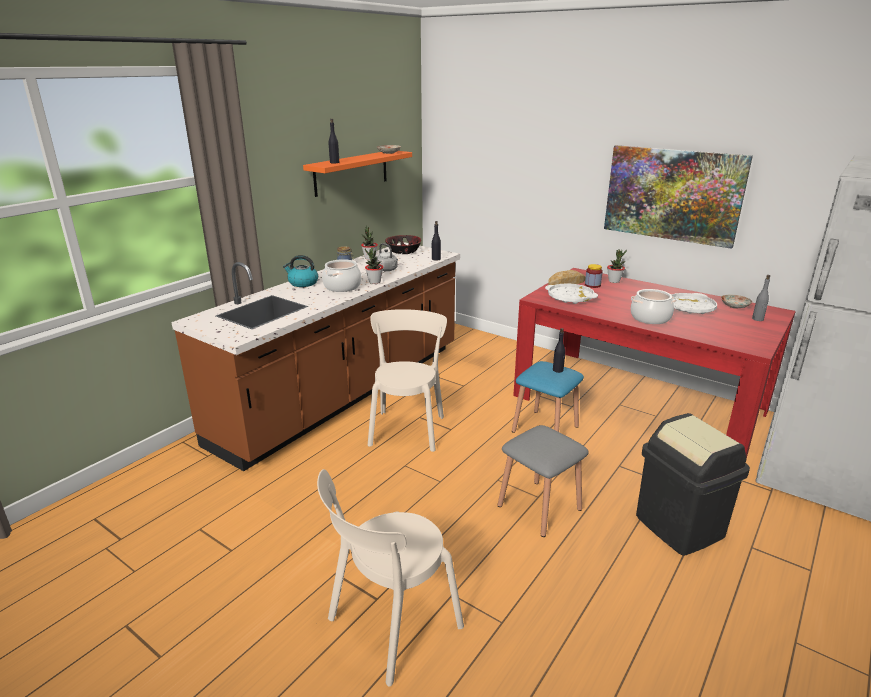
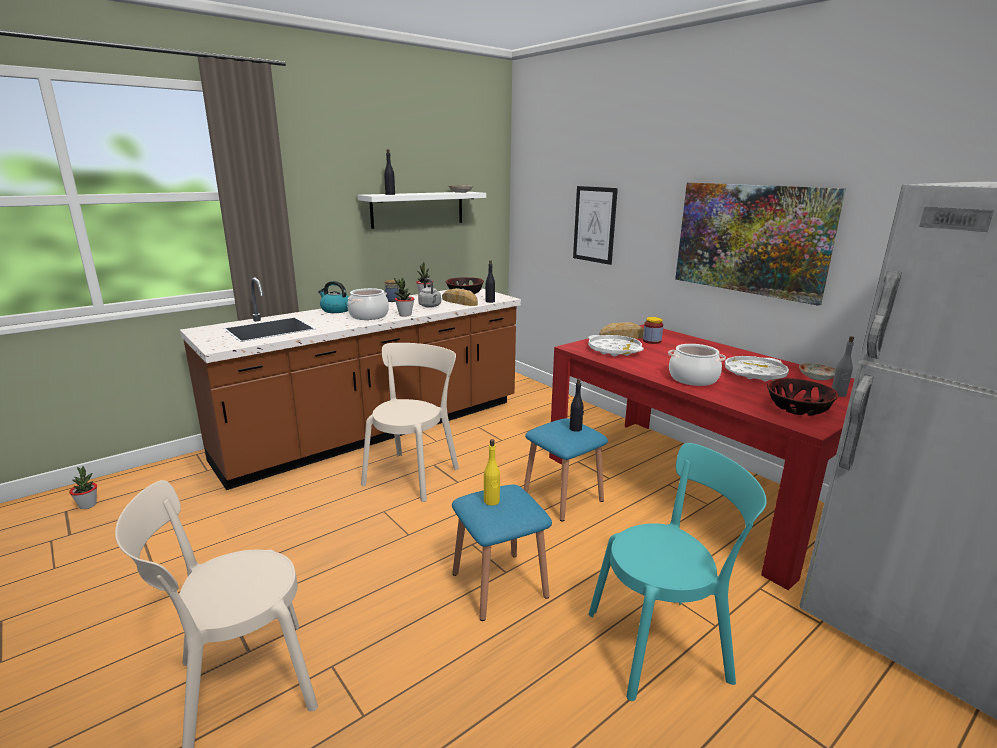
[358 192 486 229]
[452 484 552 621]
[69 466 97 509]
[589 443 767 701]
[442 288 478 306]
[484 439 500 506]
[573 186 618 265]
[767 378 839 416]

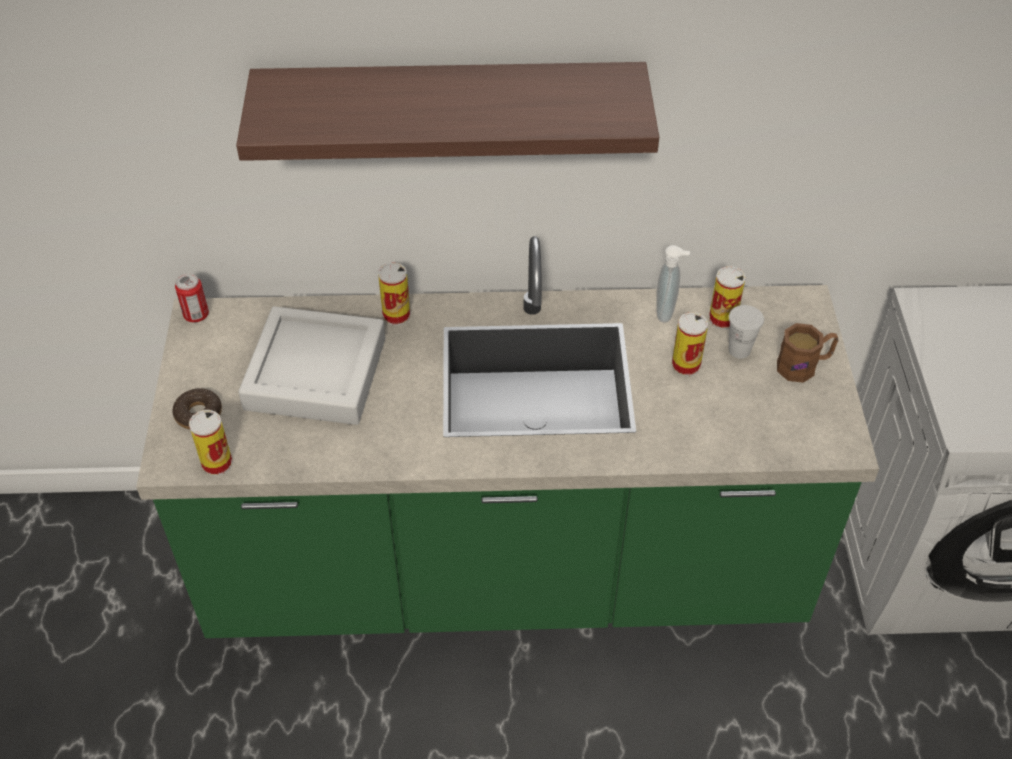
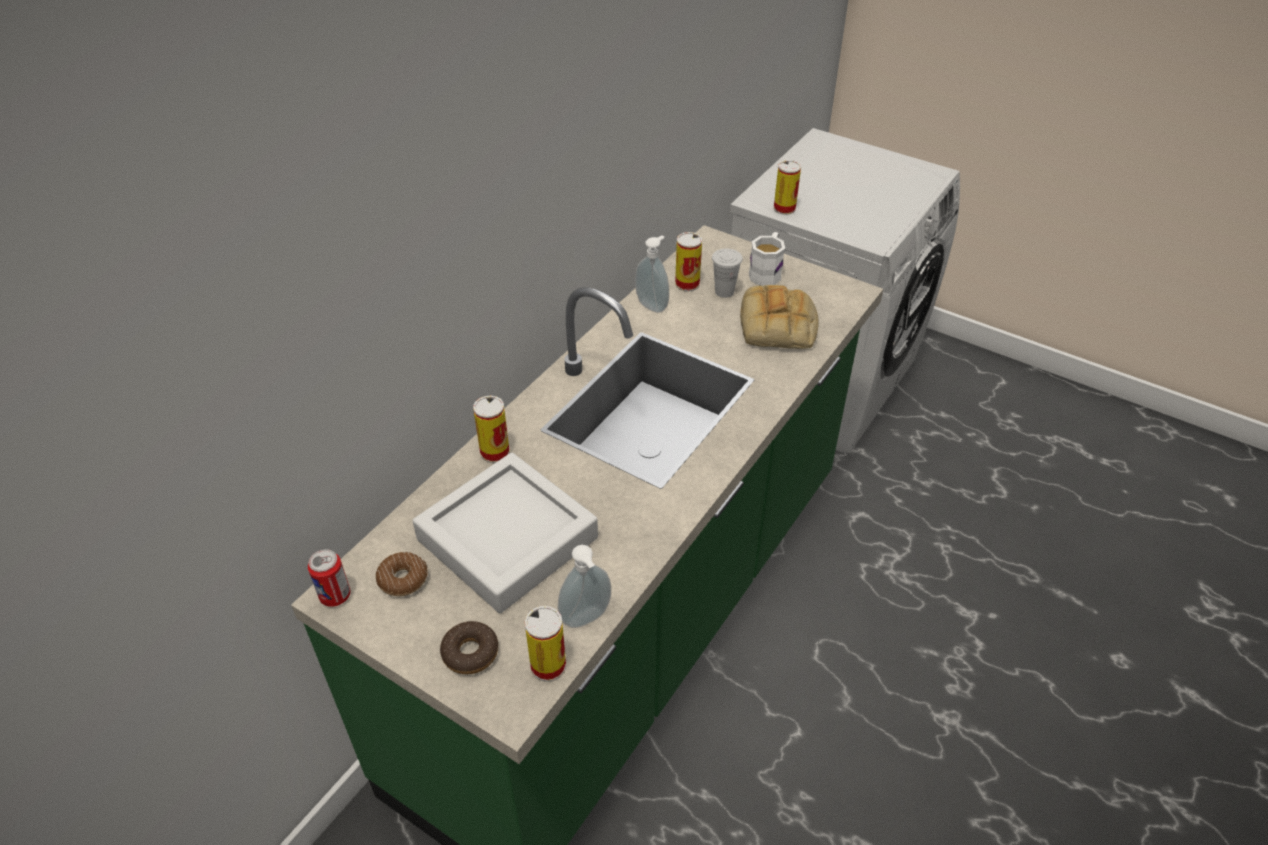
[236 62 659 161] (first image)
[774 160 801 215]
[749 232 785 286]
[376 552 427 596]
[558 545 611 628]
[740 285 819 349]

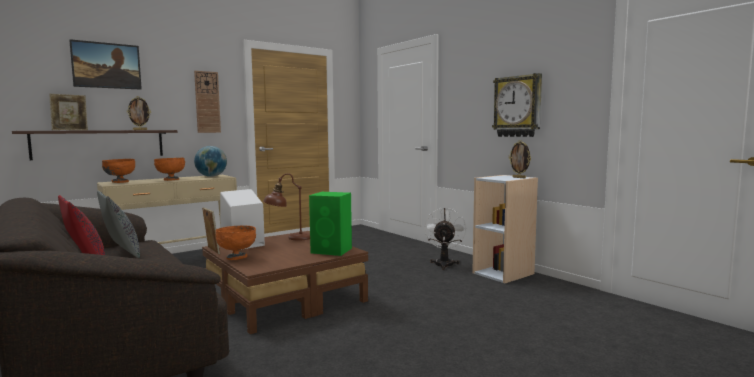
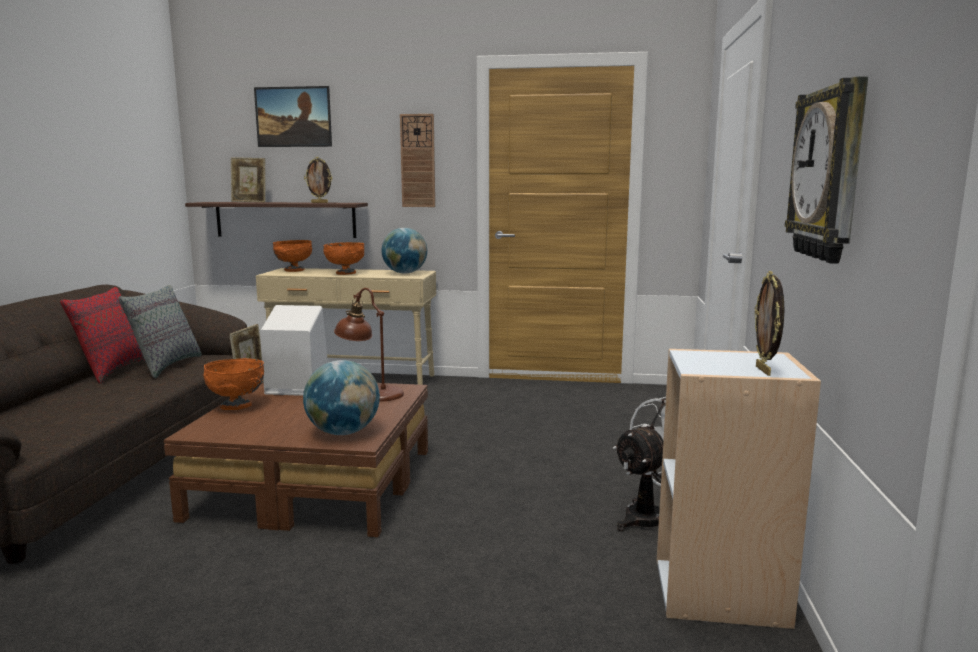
[303 360 380 435]

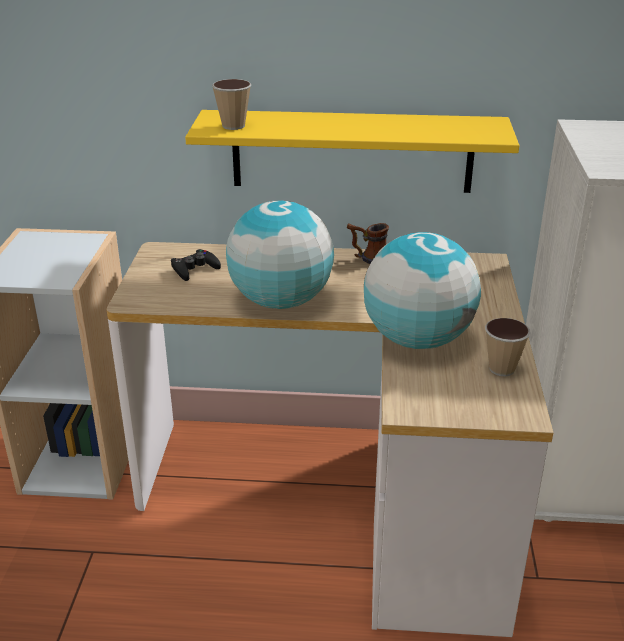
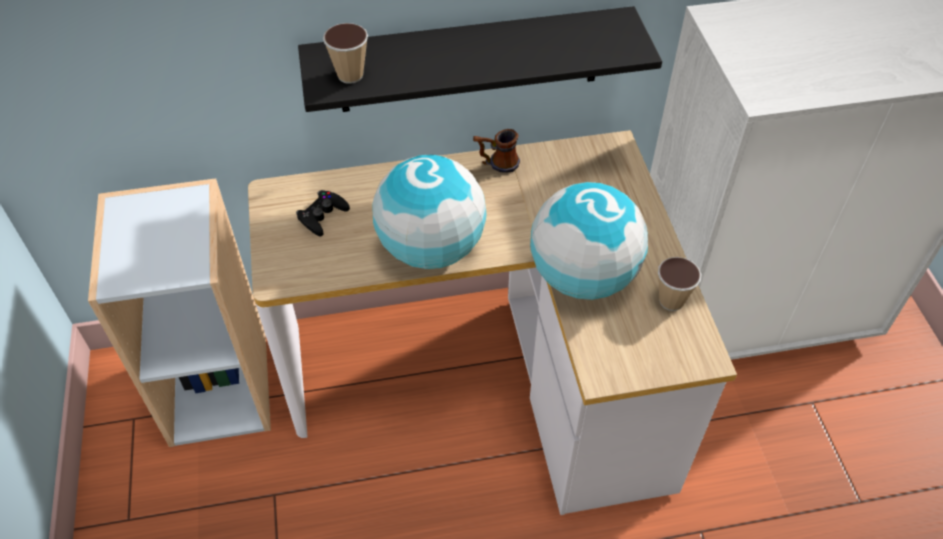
[298 6 662 112]

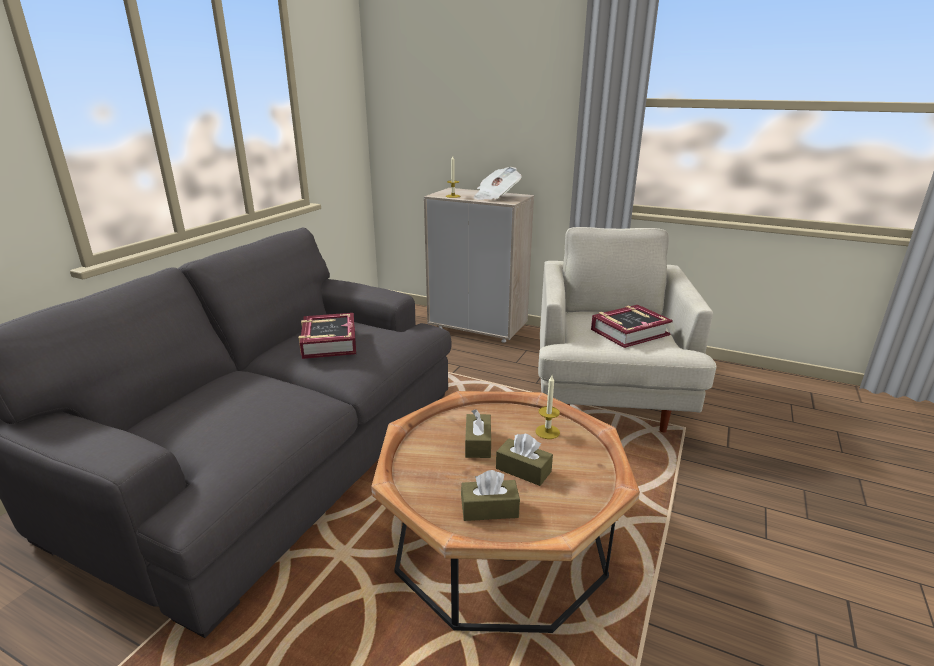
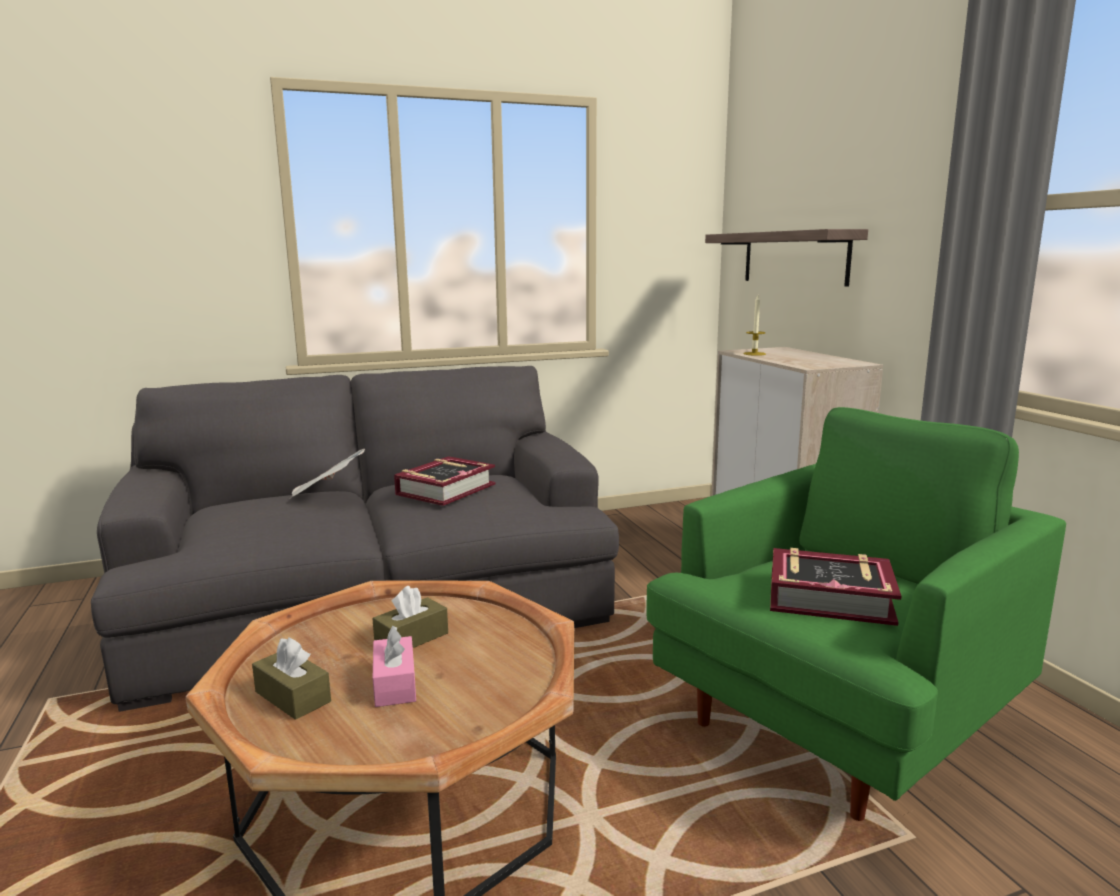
[291 449 365 497]
[373 626 416 707]
[535 376 560 439] (first image)
[646 407 1066 821]
[705 229 868 287]

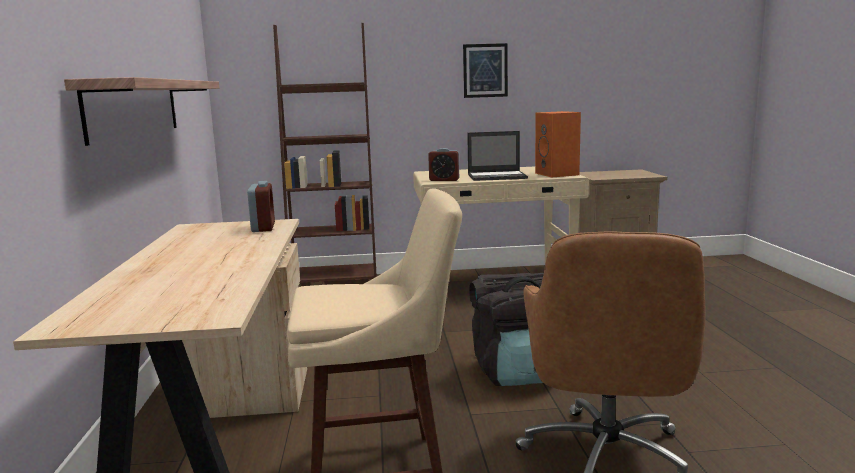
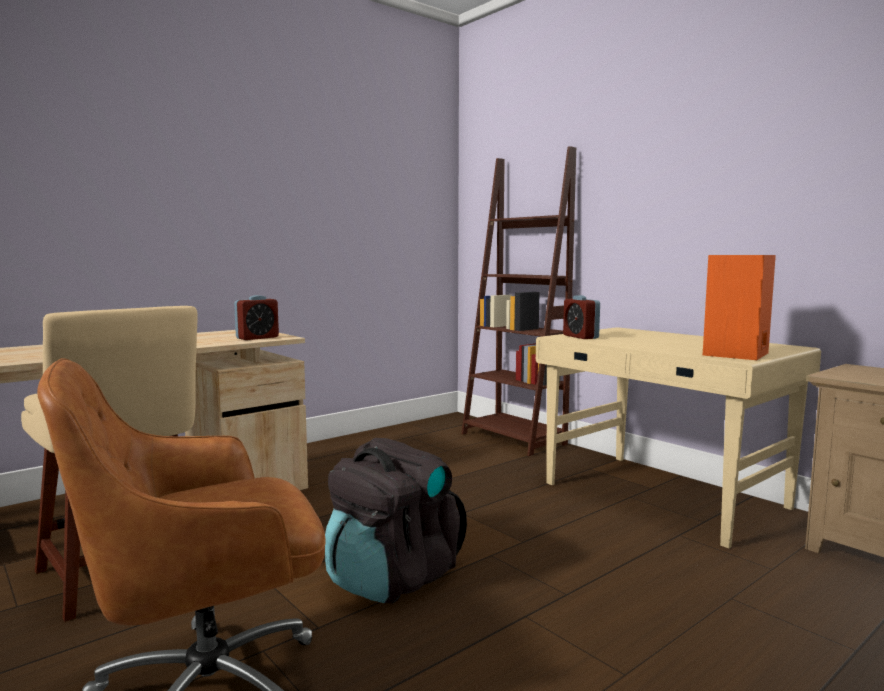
[64 77 219 146] (first image)
[463 43 508 98] (first image)
[467 131 528 181] (first image)

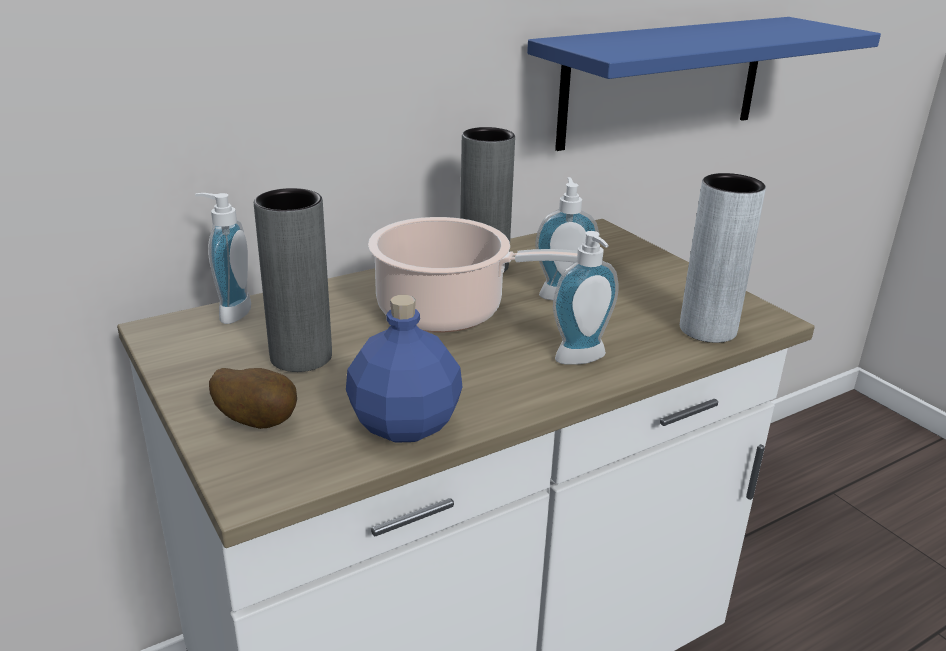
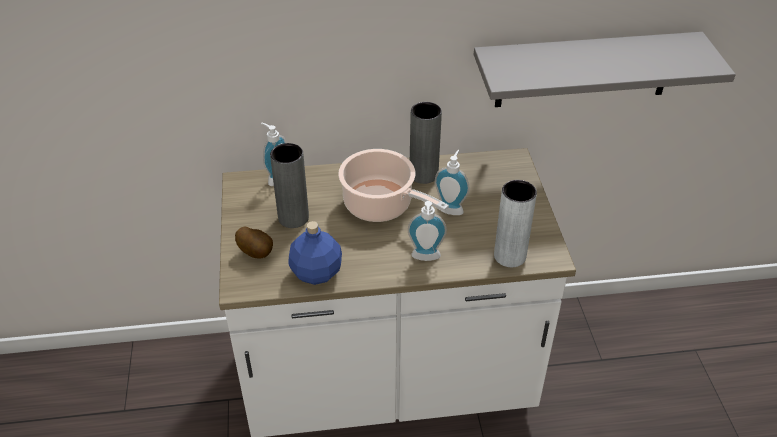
[474 32 736 107]

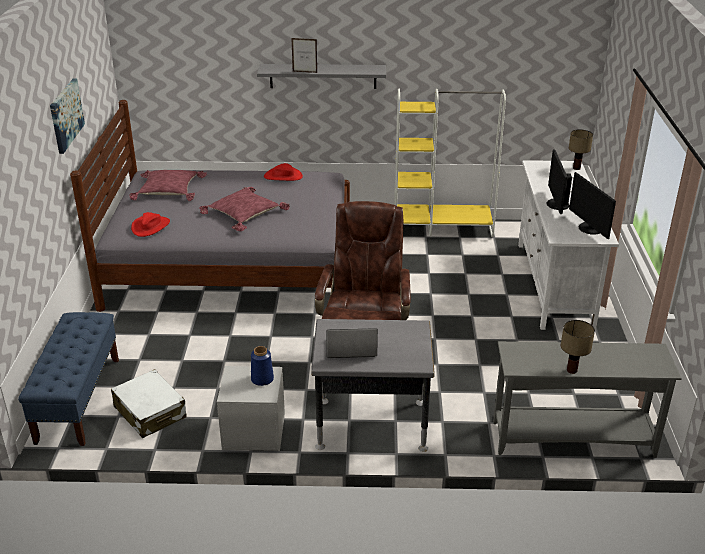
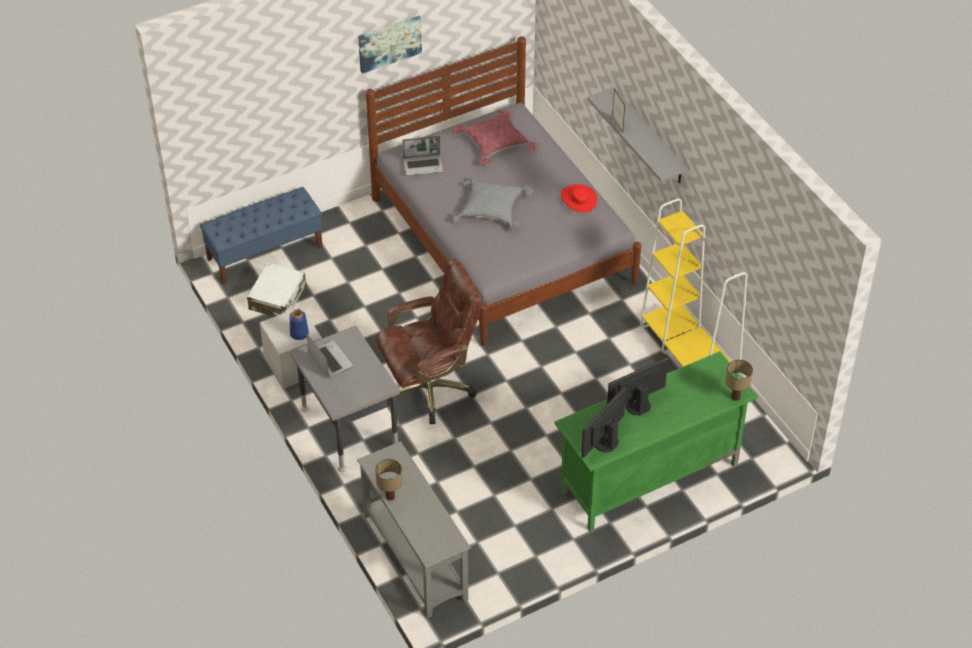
[402 136 444 176]
[452 176 533 231]
[554 351 758 531]

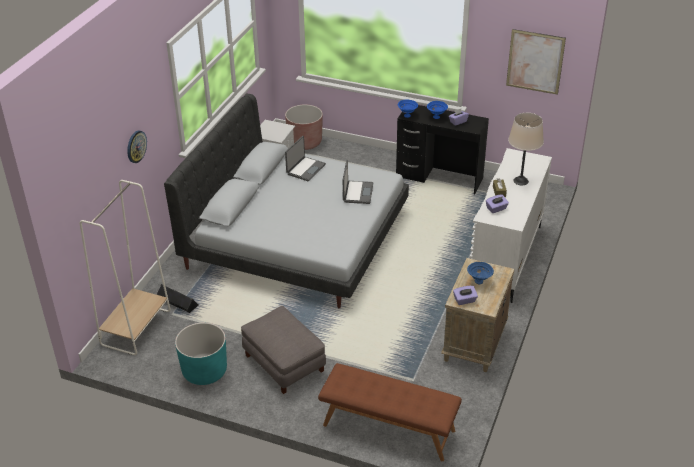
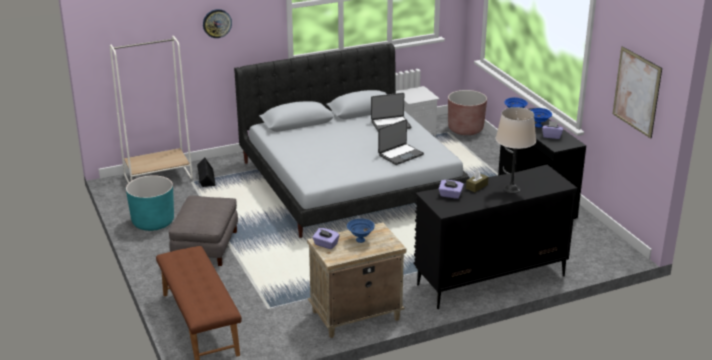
[414 165 577 310]

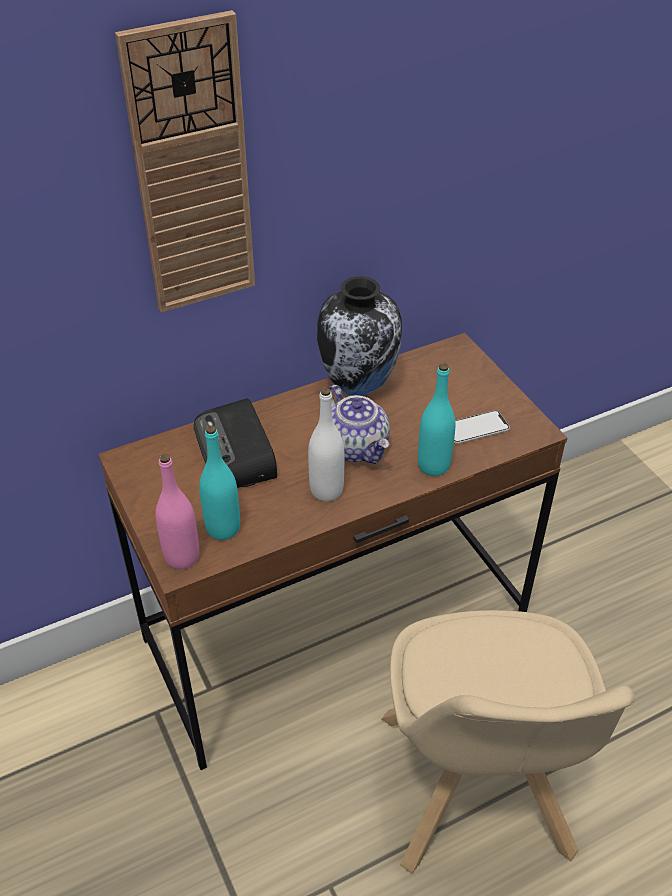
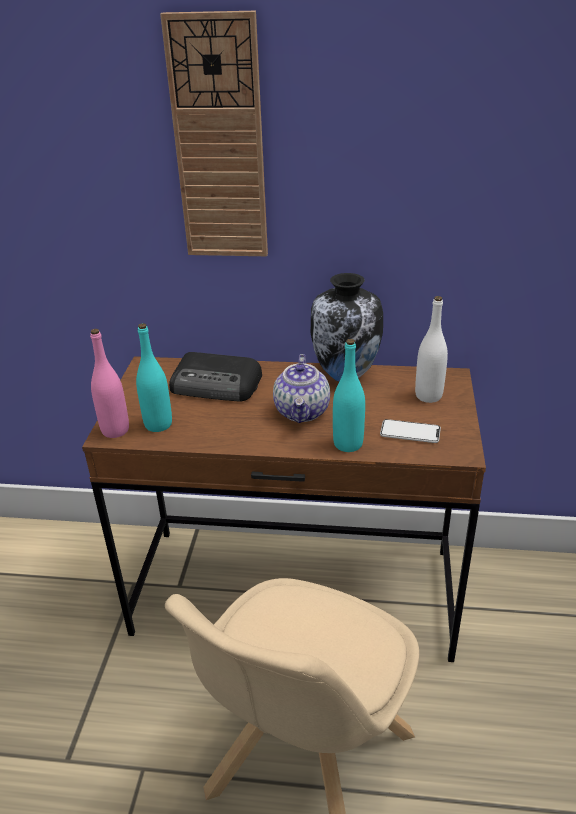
[169 352 262 402]
[415 296 448 403]

